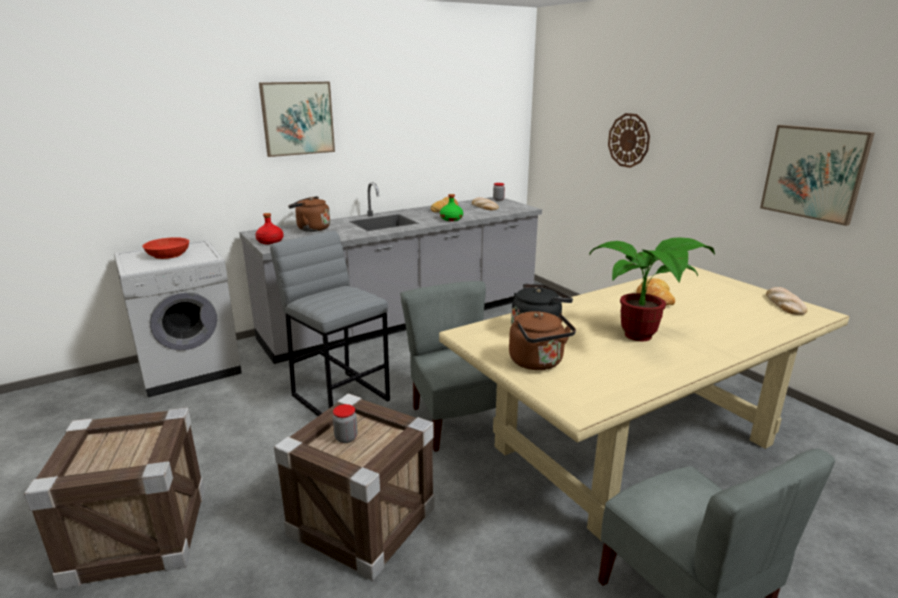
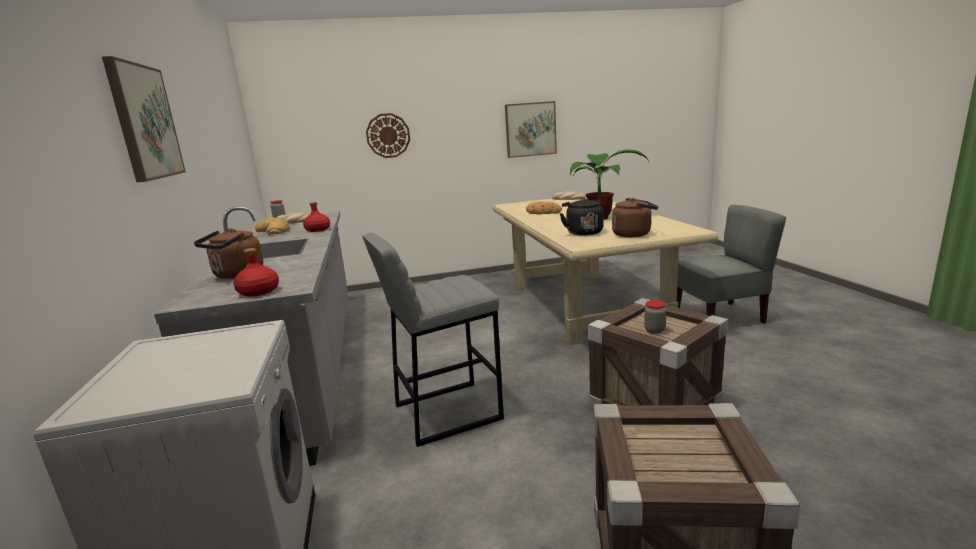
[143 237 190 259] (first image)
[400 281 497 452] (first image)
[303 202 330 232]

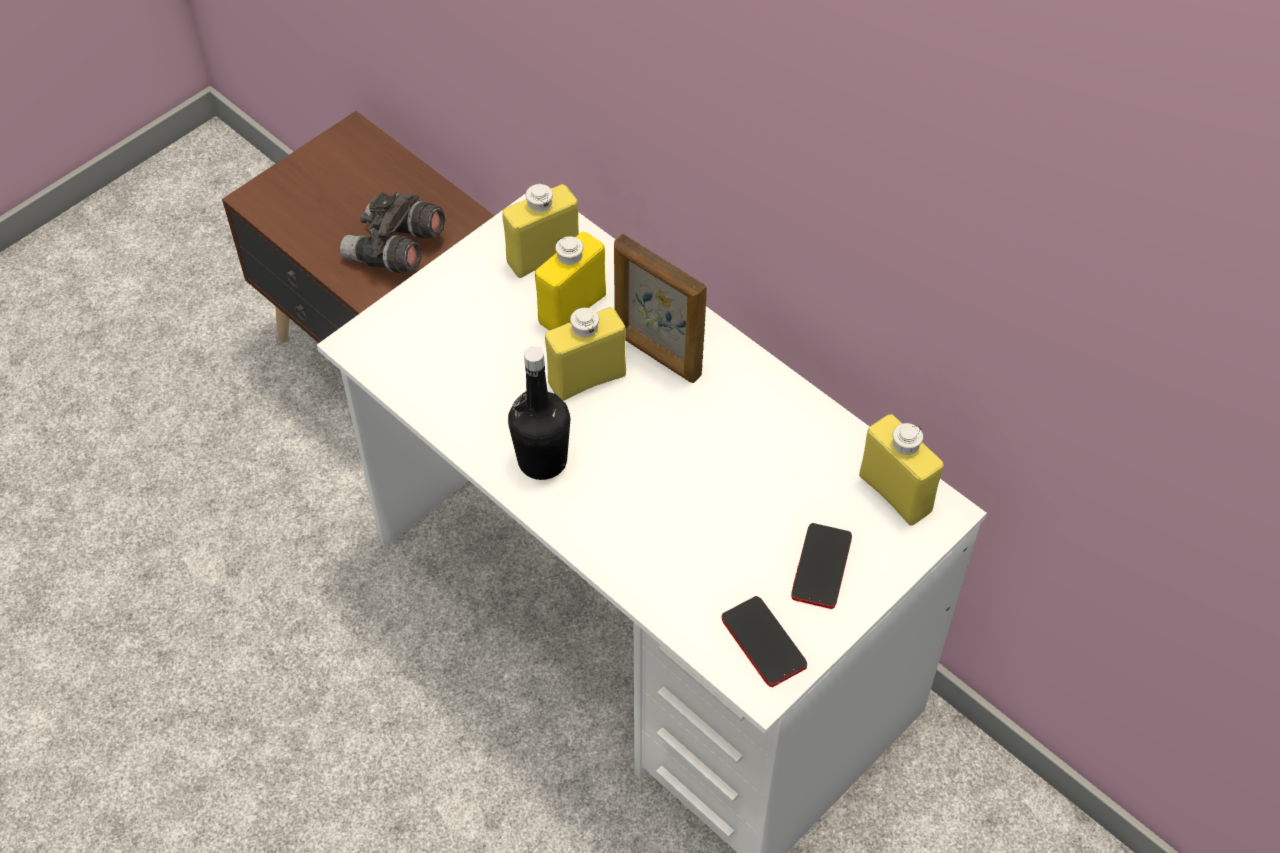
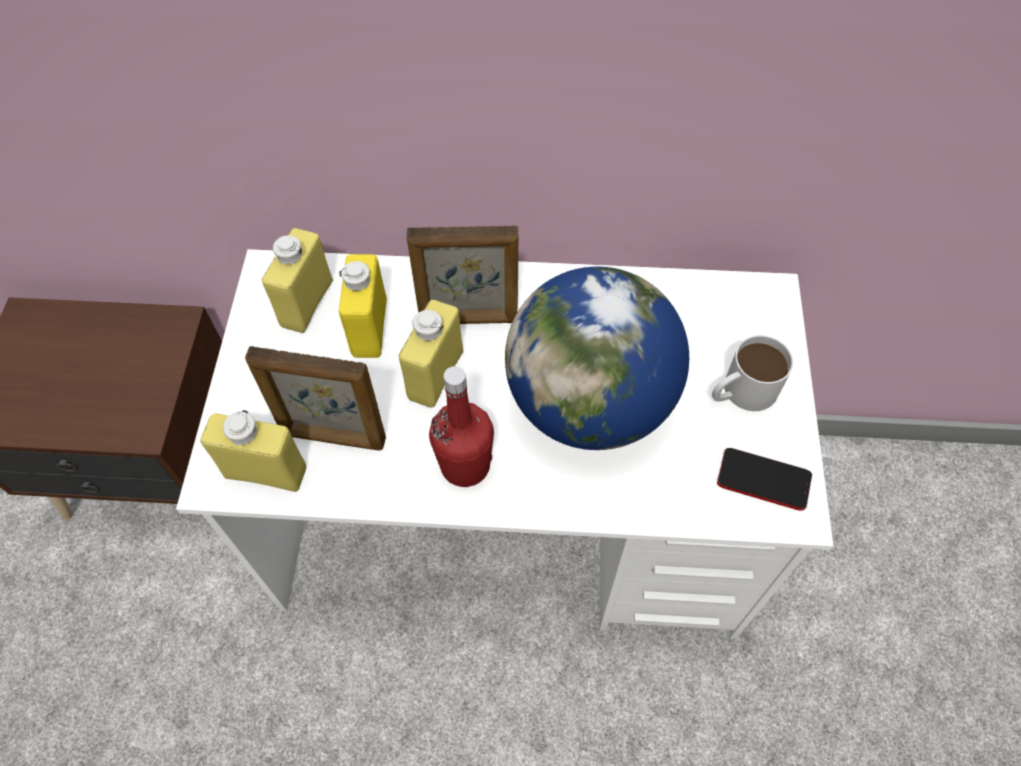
[340 192 445 273] (first image)
[429 366 494 487]
[712 335 793 411]
[200 410 306 492]
[245 346 386 450]
[505 266 689 450]

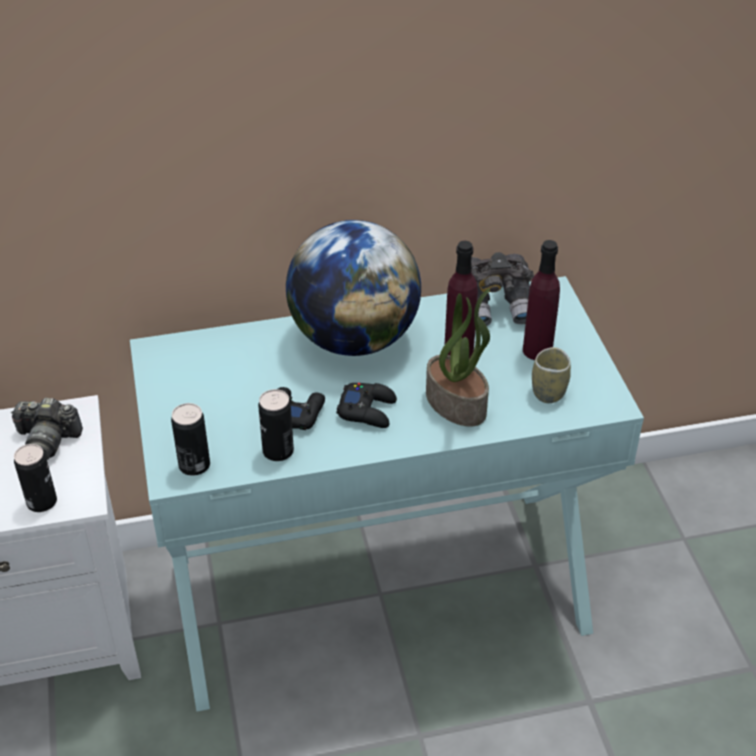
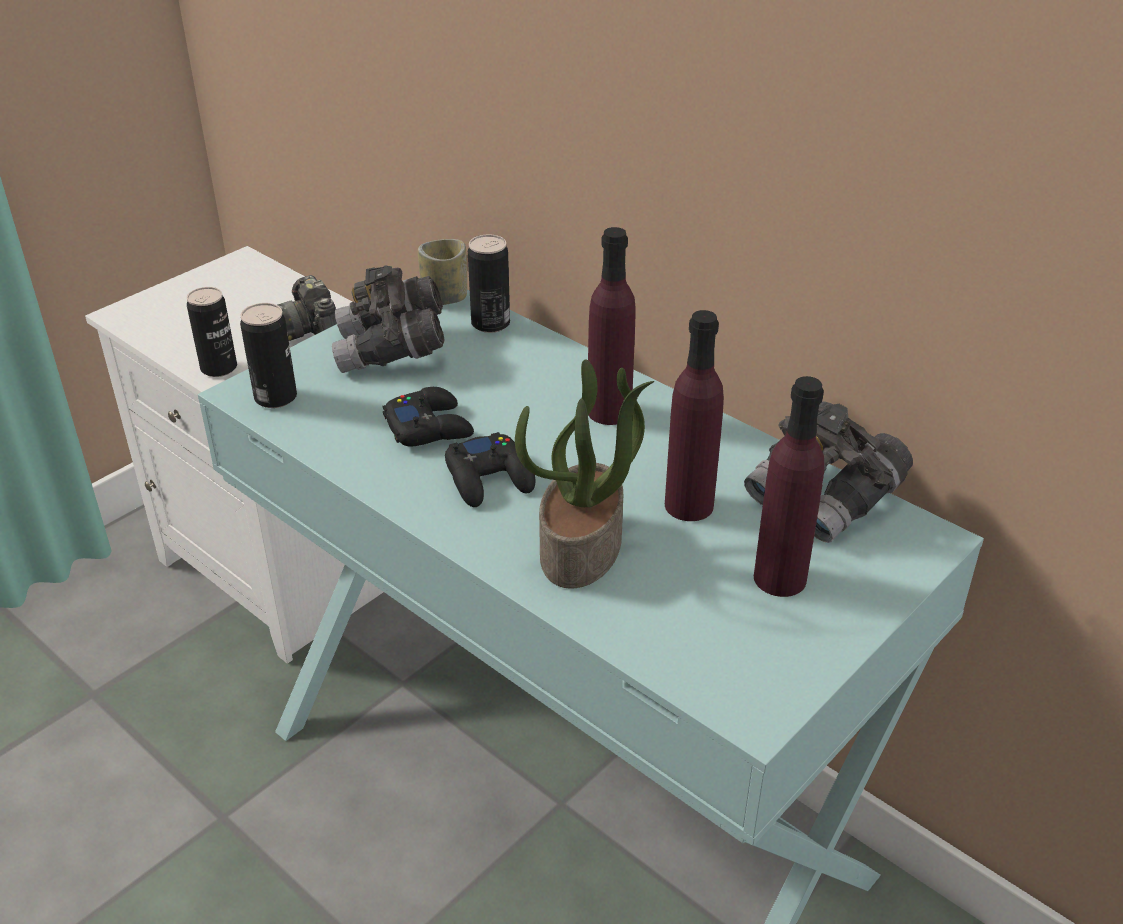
[468 234 510 333]
[588 227 636 425]
[418 239 467 305]
[332 265 444 373]

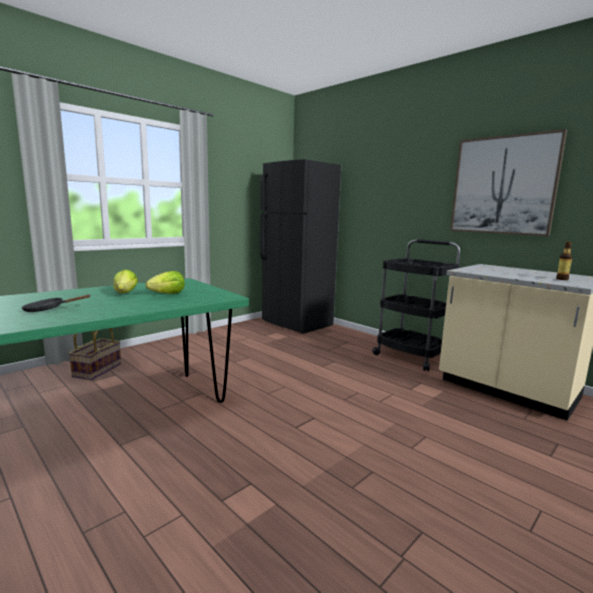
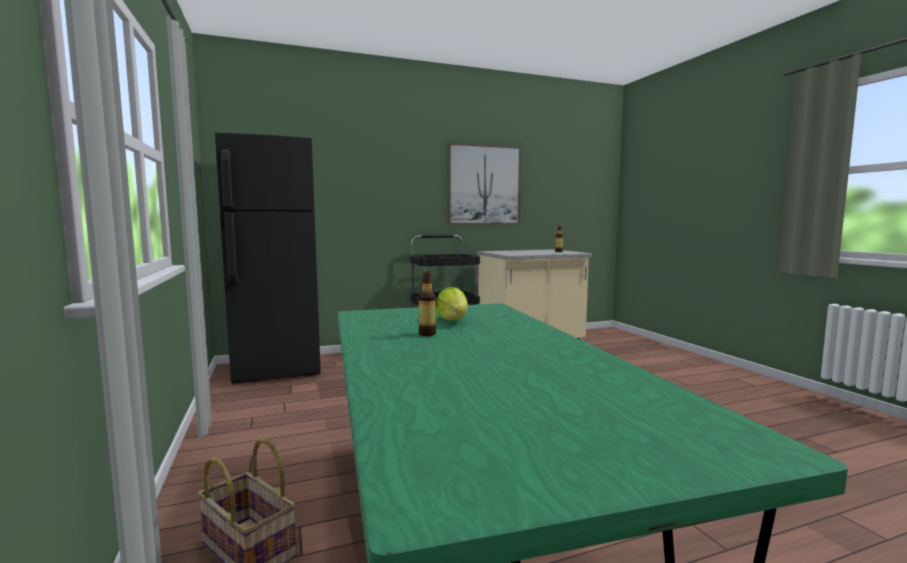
[21 294 90 312] (first image)
[419 272 436 336]

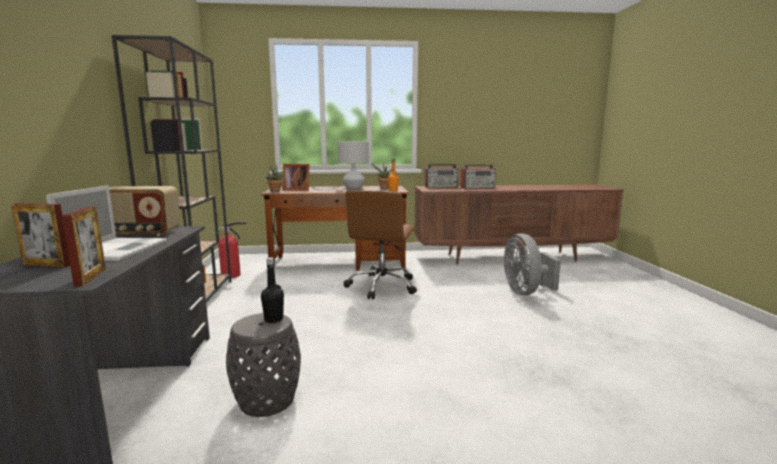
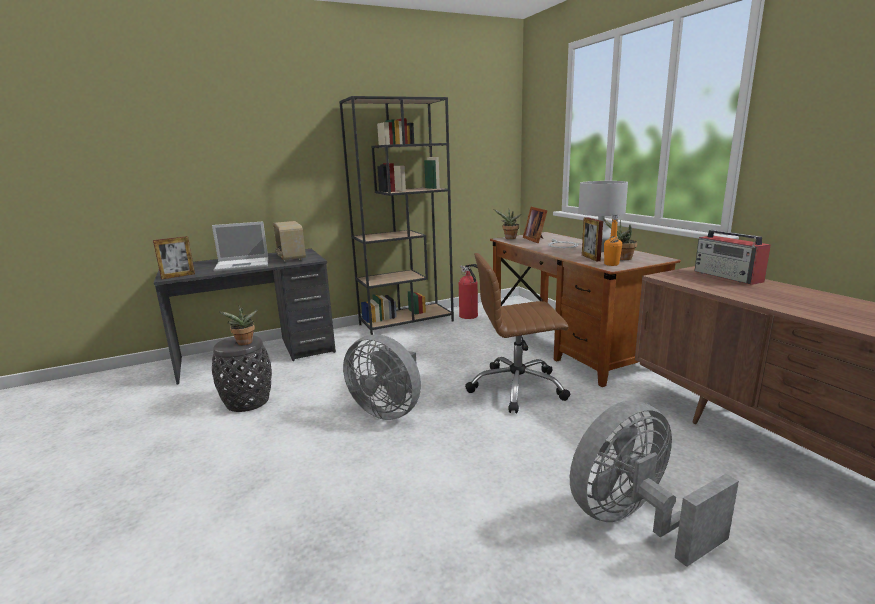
[582 217 603 261]
[219 306 258 345]
[461 163 496 189] (first image)
[343 334 421 420]

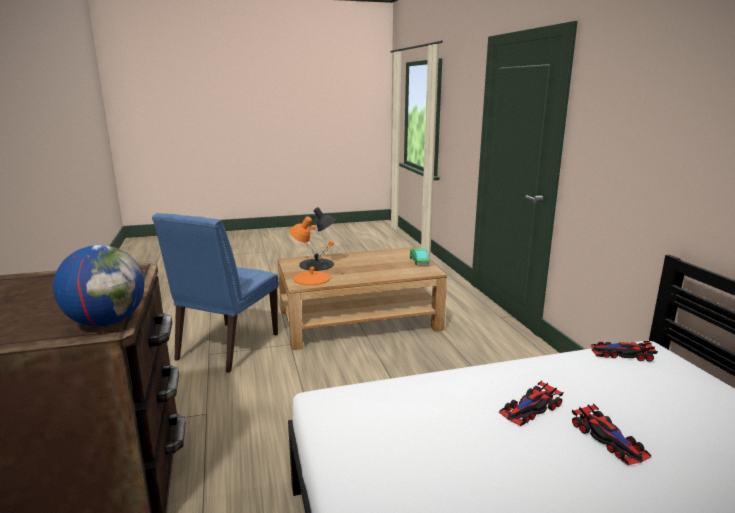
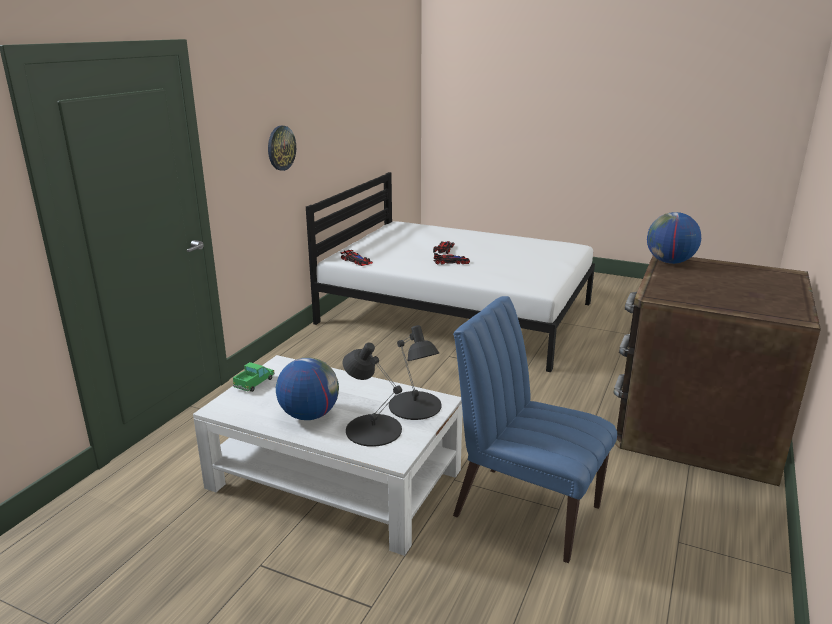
[453 296 617 563]
[193 355 463 556]
[389 325 441 420]
[268 126 296 171]
[276 357 339 420]

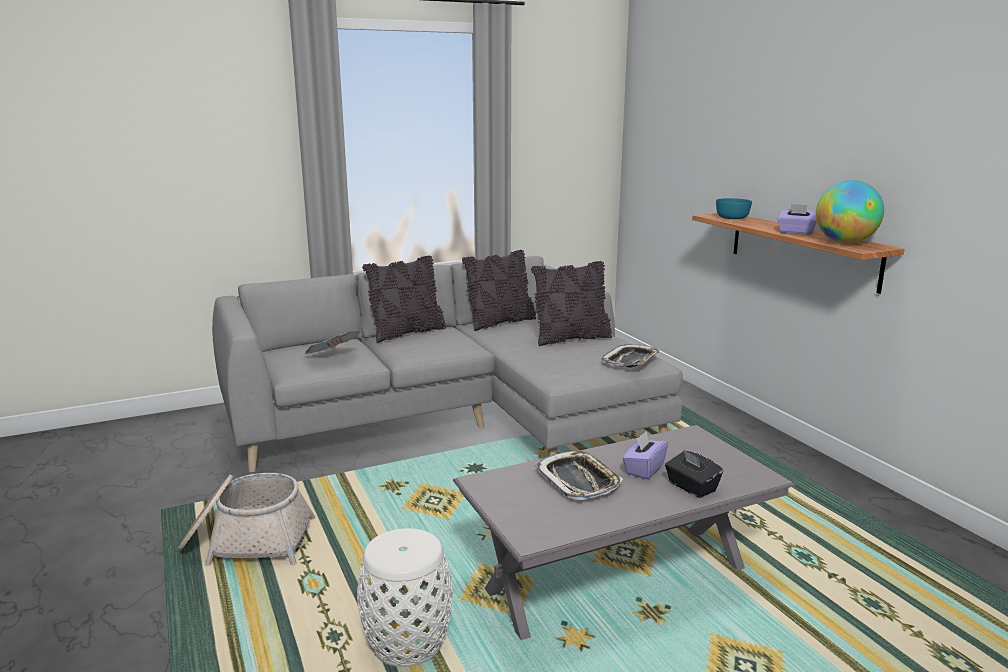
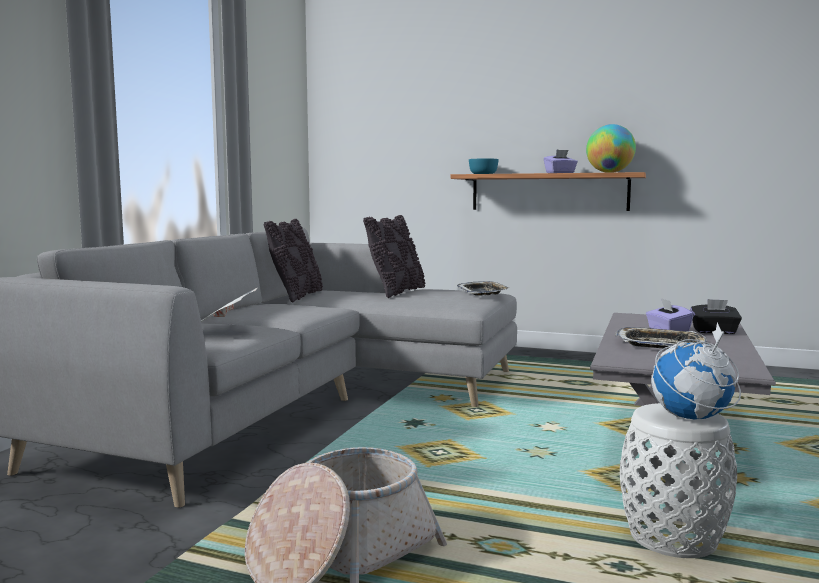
[362 255 446 343] (first image)
[651 322 741 419]

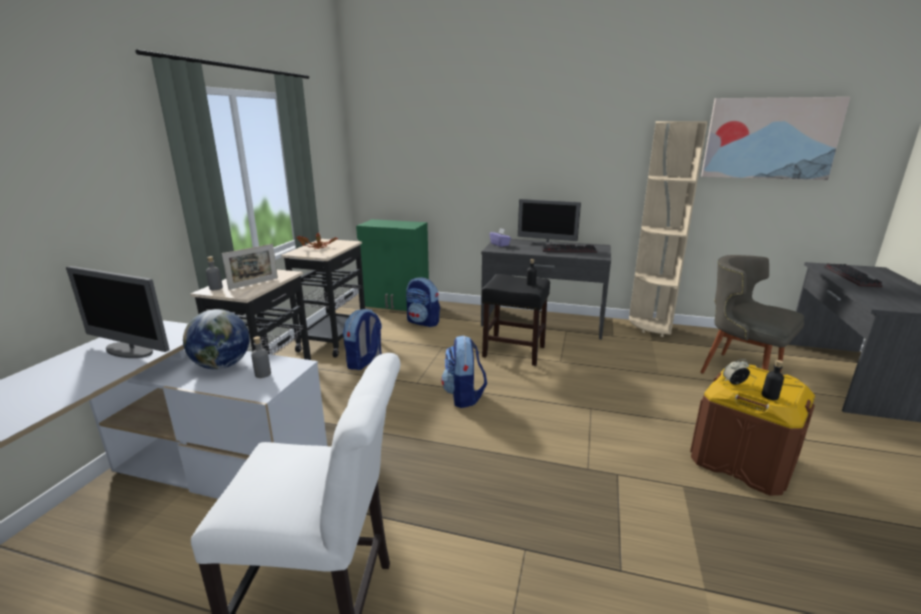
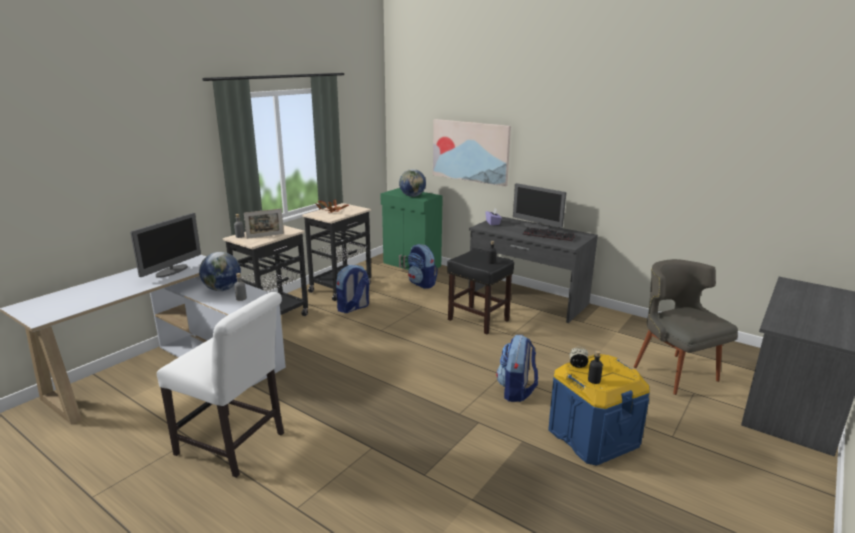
[130 213 201 278]
[496 335 538 402]
[629 121 708 337] (first image)
[548 354 650 466]
[433 119 511 187]
[824 263 883 287] (first image)
[399 169 426 197]

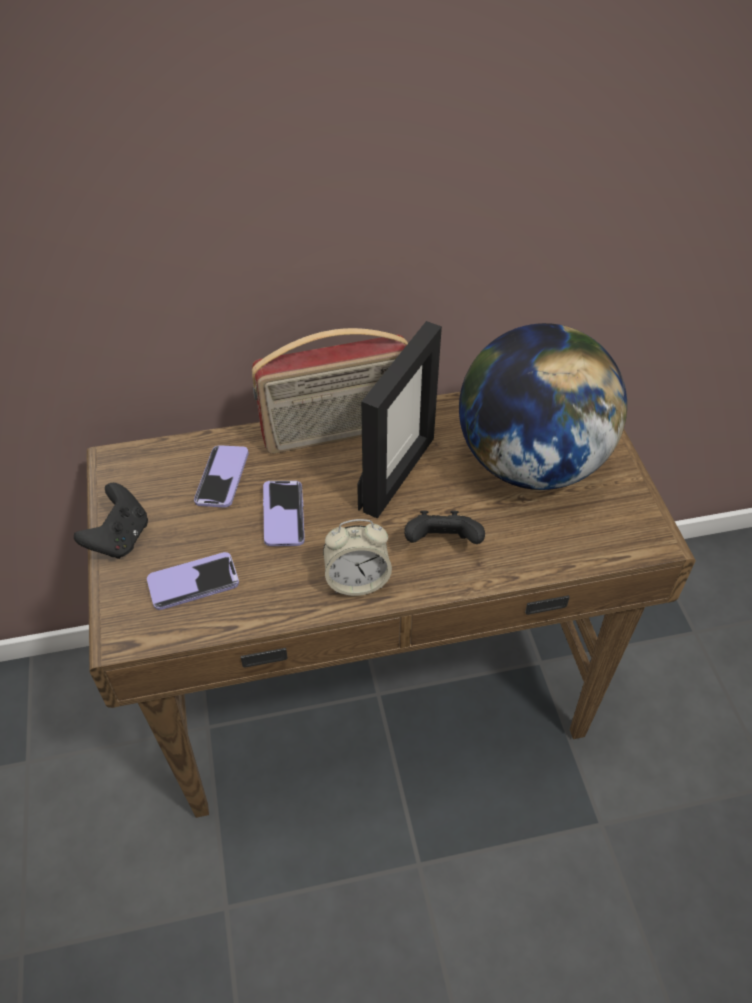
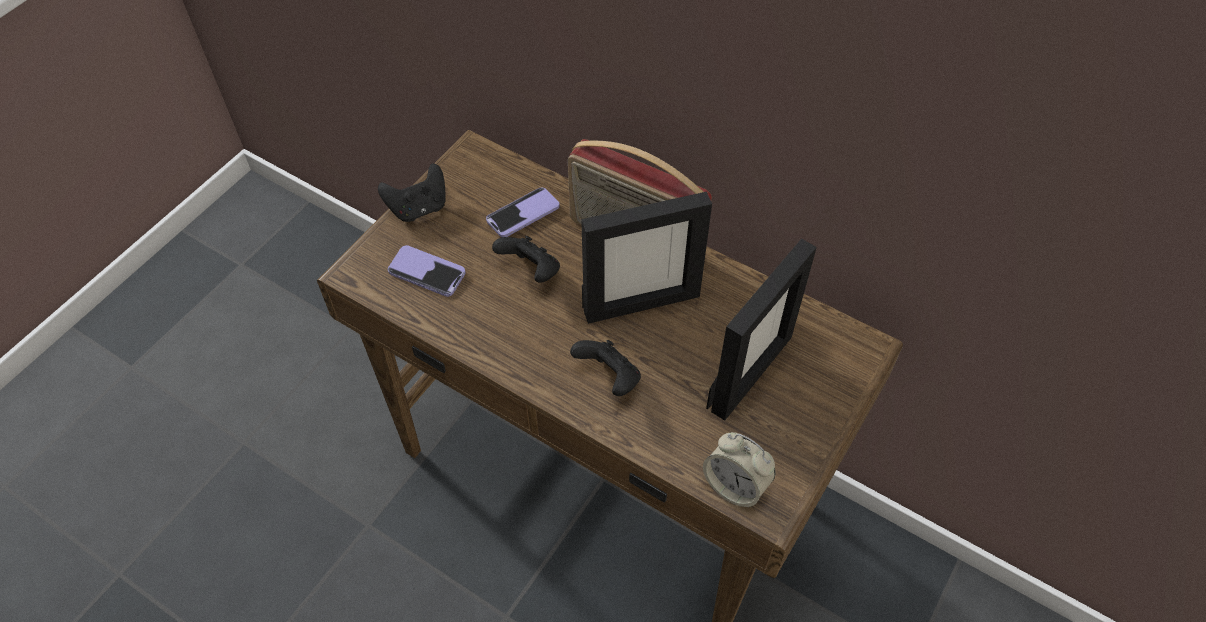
[492 236 560 283]
[703 432 776 507]
[706 239 817 421]

